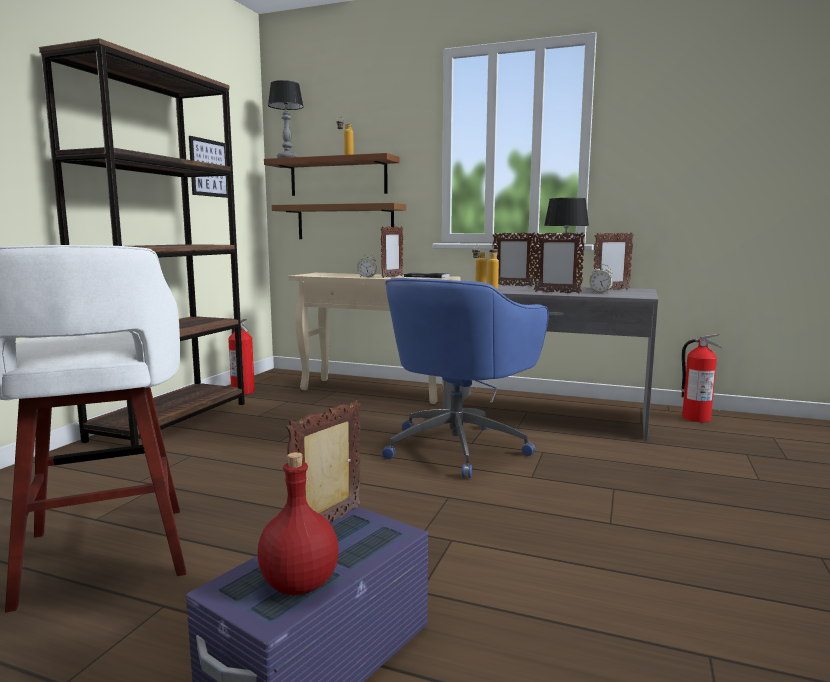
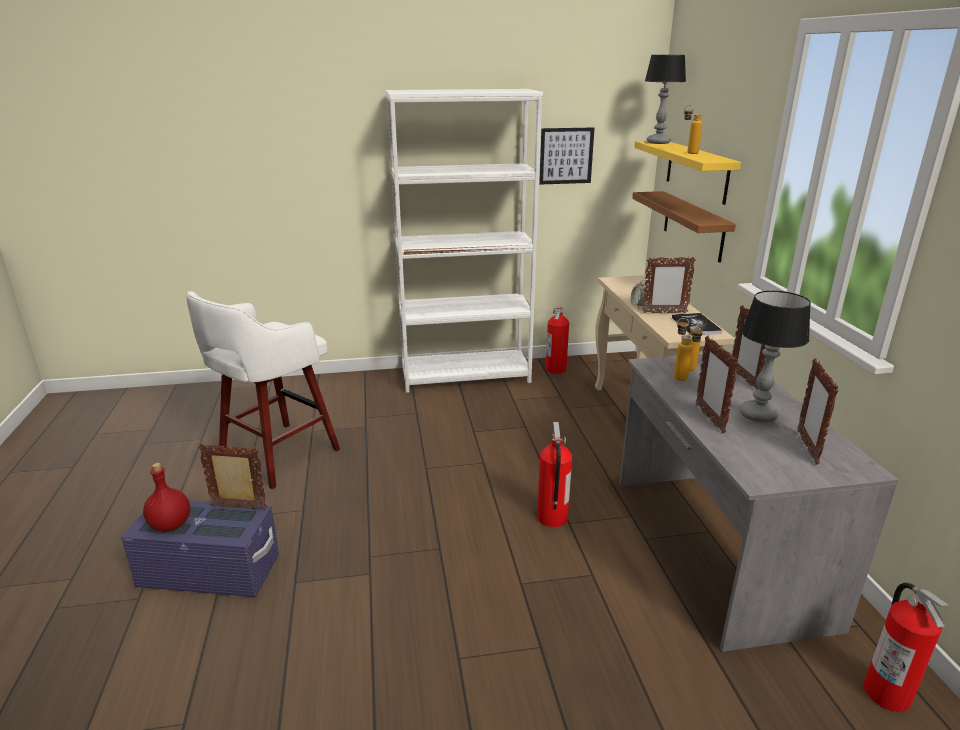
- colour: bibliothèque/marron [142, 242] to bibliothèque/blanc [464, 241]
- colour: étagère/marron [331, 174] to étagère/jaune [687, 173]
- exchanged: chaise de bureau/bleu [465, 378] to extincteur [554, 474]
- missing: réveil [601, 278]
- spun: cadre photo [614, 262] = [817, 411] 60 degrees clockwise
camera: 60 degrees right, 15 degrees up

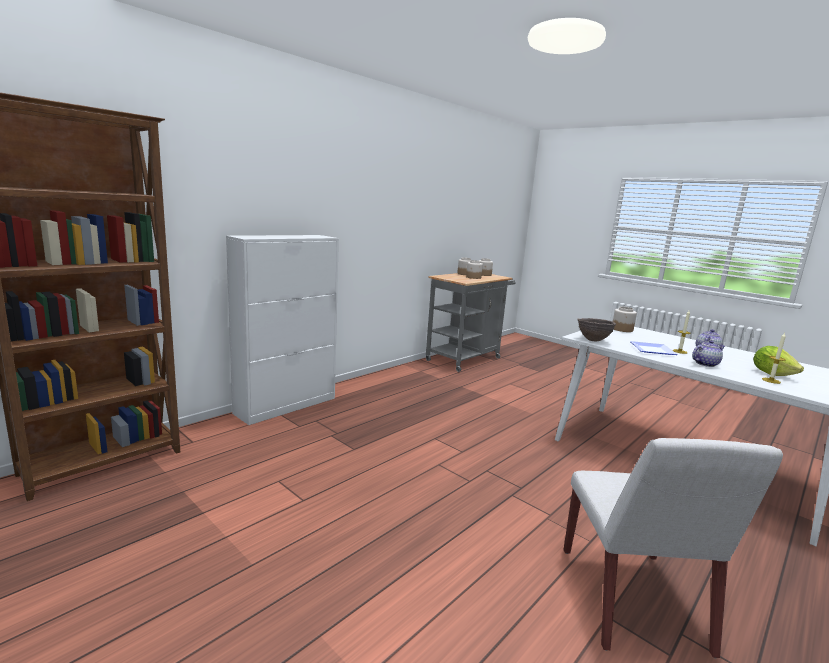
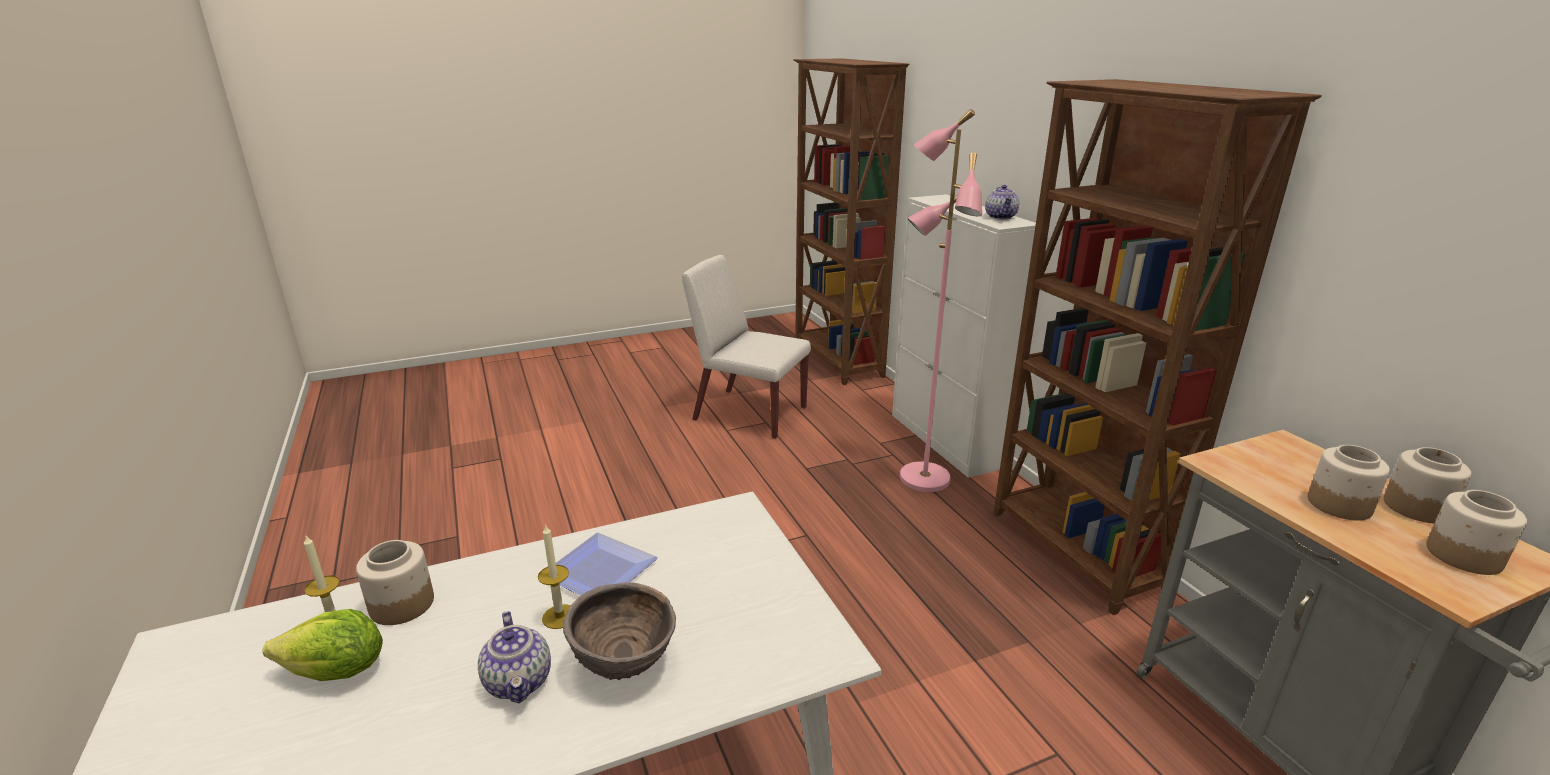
- relocated: chaise/blanc [673, 548] to [746, 347]
- relocated: bol/marron [596, 330] to [619, 631]
- relocated: bocal [625, 319] to [395, 582]
- relocated: théière [708, 353] to [1002, 202]
- appeared: lampadaire/rose [941, 300]
- appeared: bibliothèque/marron [1157, 347]
camera: 115 degrees right, 10 degrees up

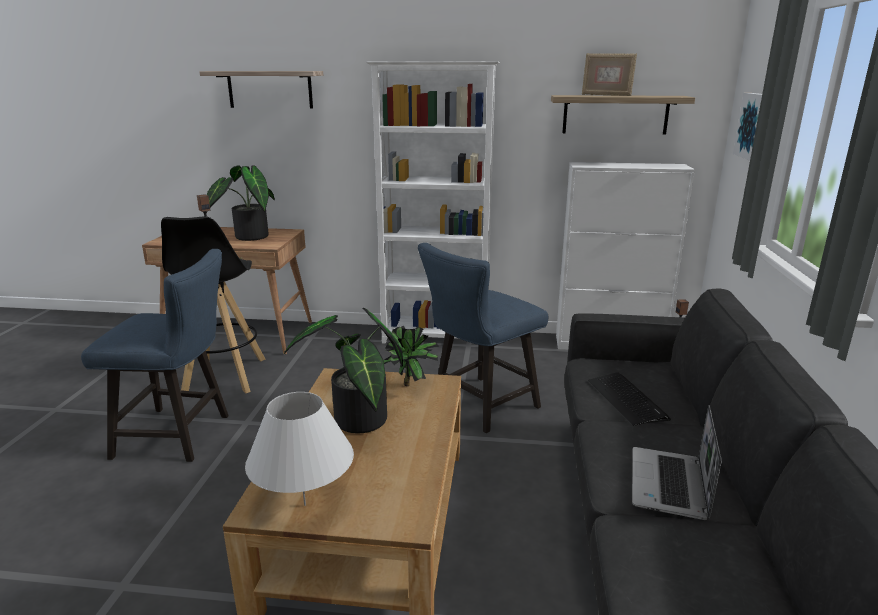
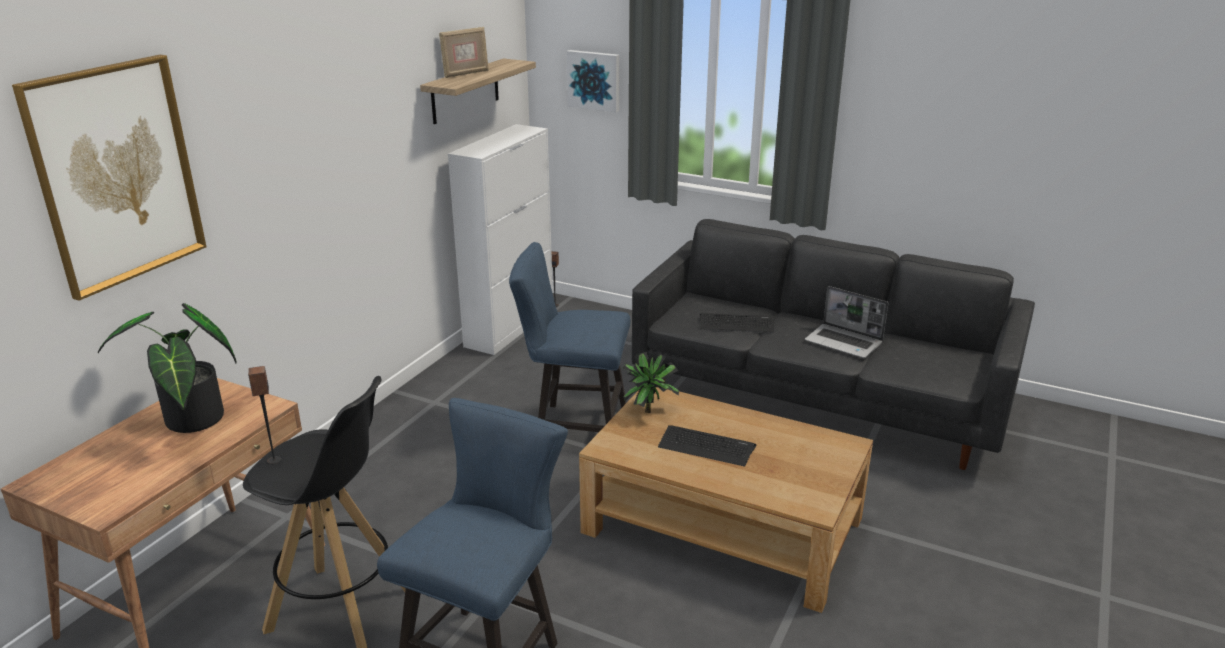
- exchanged: étagère [261, 89] to tableau [109, 178]
- missing: lampe de table/blanc [299, 449]
- exchanged: plante en pot [343, 370] to clavier [707, 446]
- missing: bibliothèque/blanc [433, 202]
- spun: chaise/bleu [483, 338] = [569, 337] 120 degrees clockwise
camera: 70 degrees left, 5 degrees up

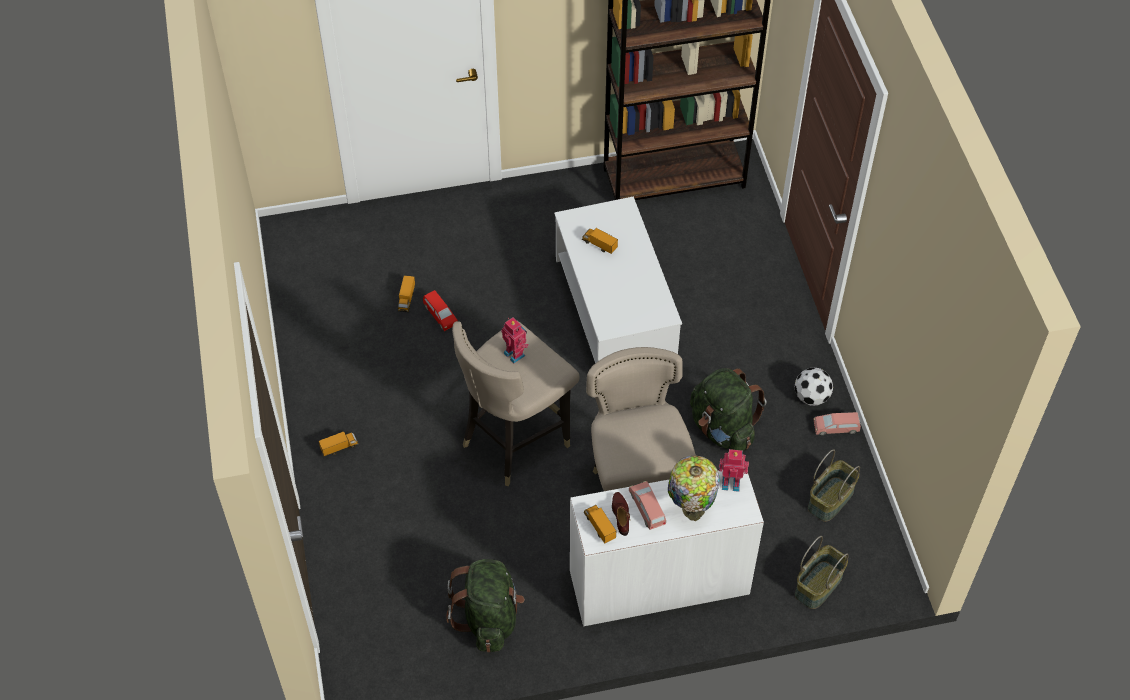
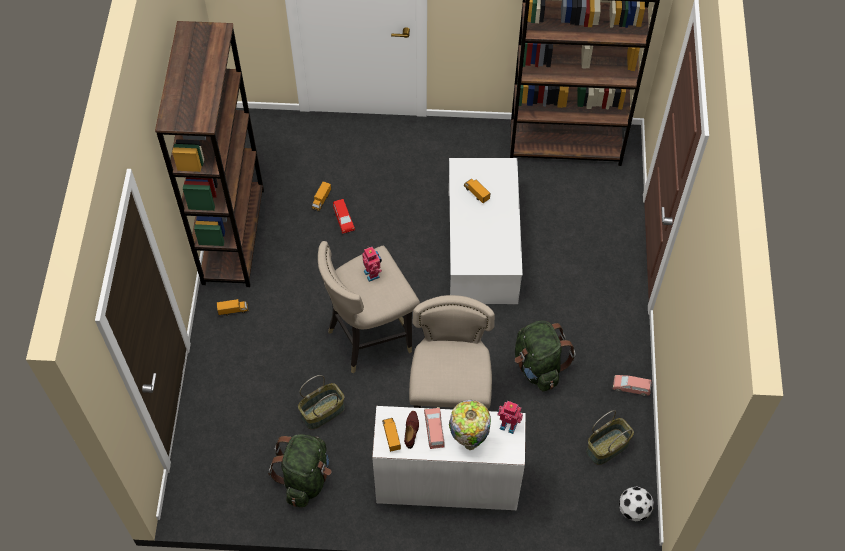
- relocated: ballon de foot [814, 387] to [636, 504]
- relocated: panier [822, 572] to [321, 402]
- appeared: bibliothèque/marron [209, 154]
camera: 15 degrees right, 5 degrees up

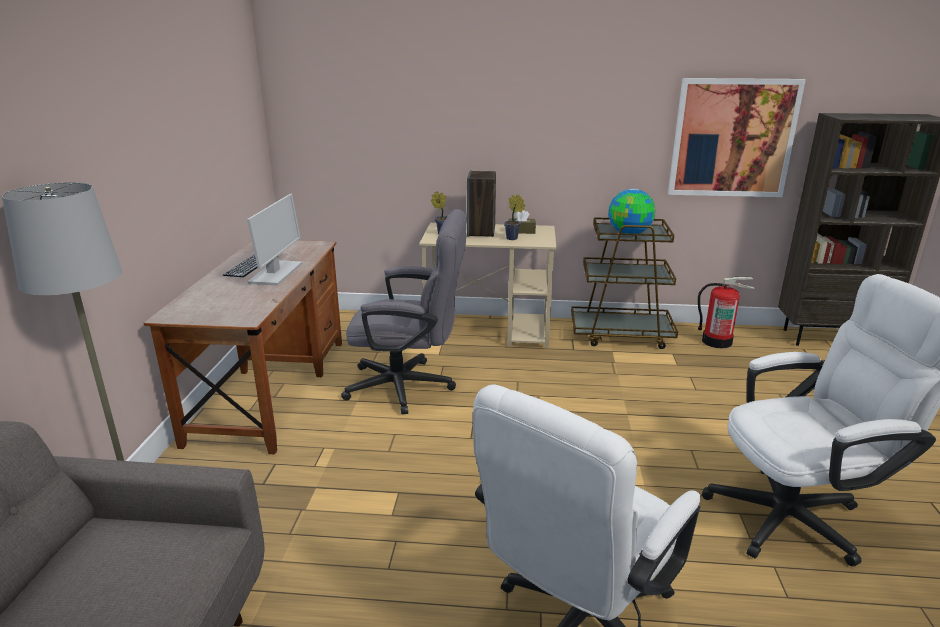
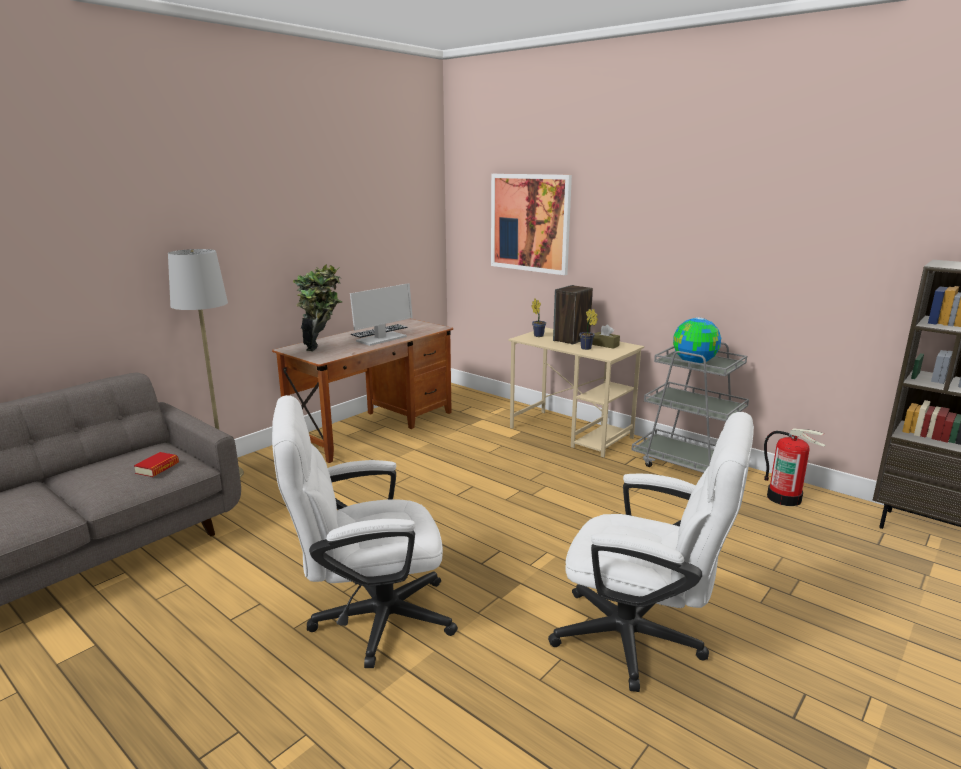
- missing: chaise de bureau/gris [404, 311]
- colour: chariot/marron [624, 283] to chariot/gris [690, 407]
- relocated: tableau [737, 137] to [531, 224]
- appeared: livre [156, 464]
- appeared: plante en pot [317, 307]
camera: 35 degrees right, 5 degrees down

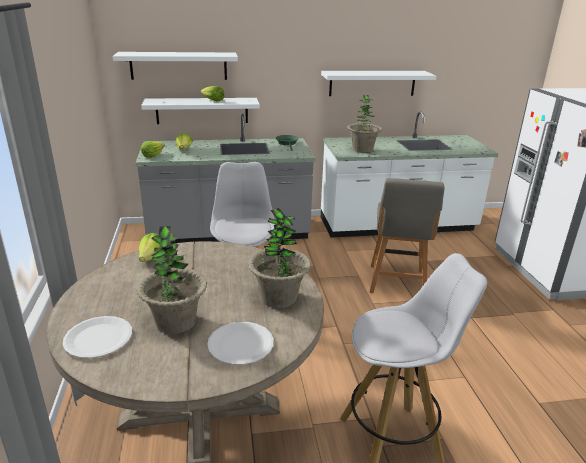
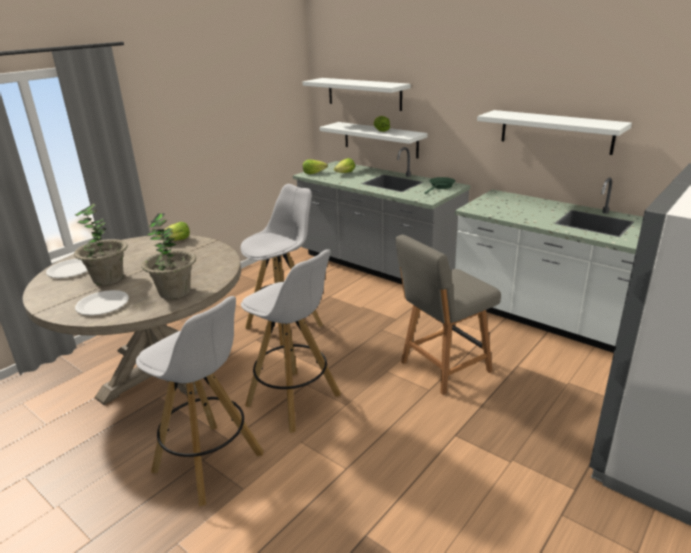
- missing: plante en pot [364, 124]
- appeared: tabouret/blanc [291, 341]
camera: 50 degrees right, 0 degrees up

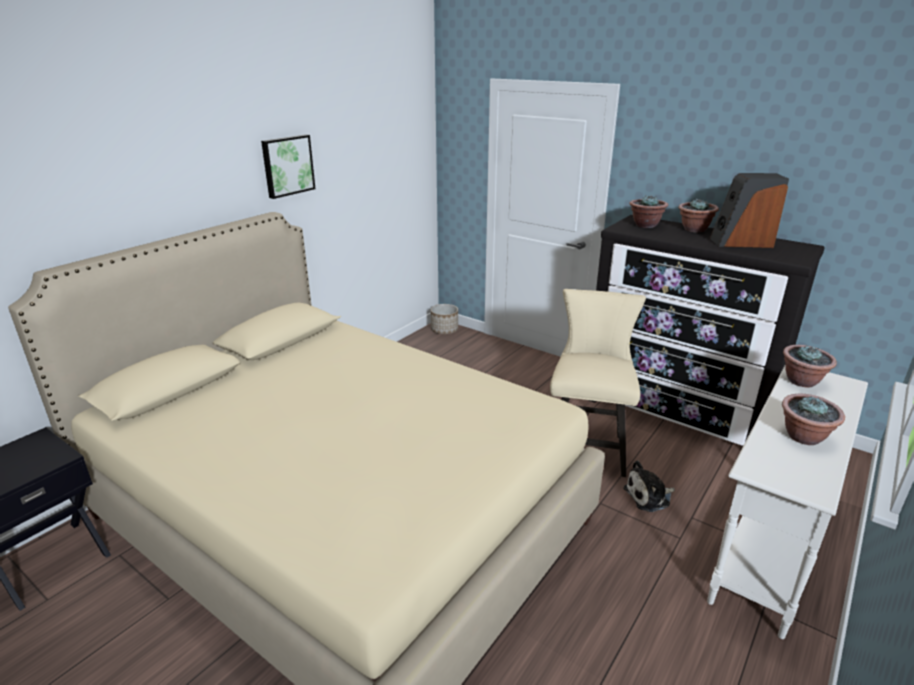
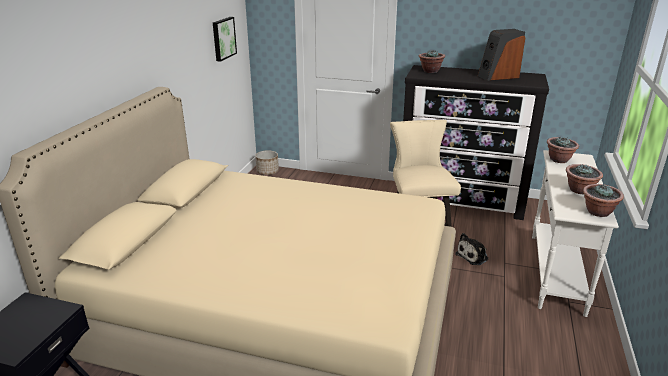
- relocated: tableau [288, 166] to [225, 39]
- relocated: plante en pot [698, 215] to [603, 200]
camera: 20 degrees left, 0 degrees up

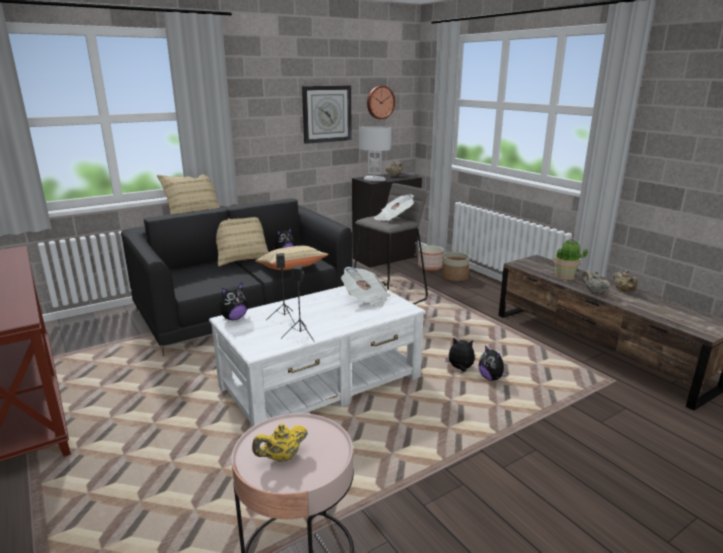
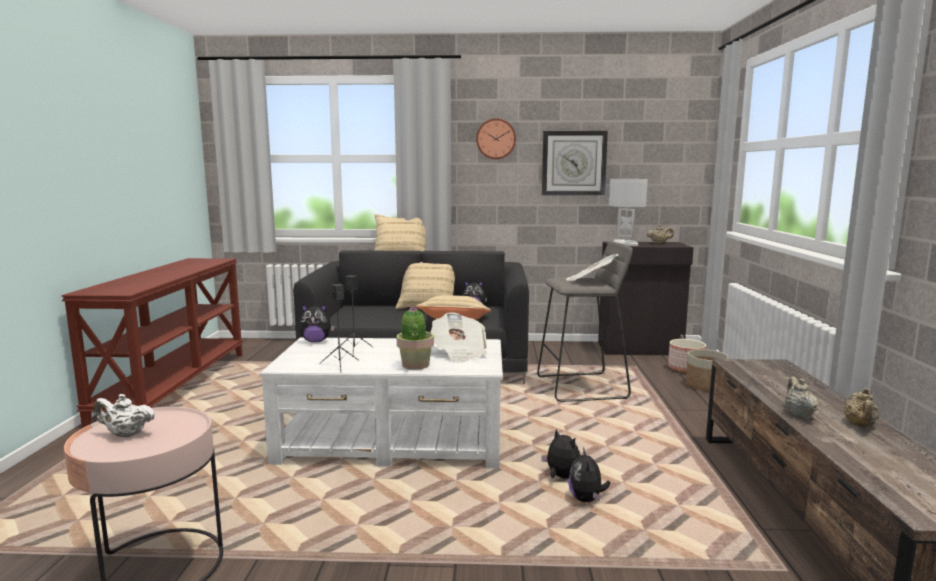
- colour: théière/jaune [280, 443] to théière/blanc [124, 415]
- relocated: horloge murale [381, 102] to [496, 138]
- relocated: plante en pot [570, 259] to [415, 338]
camera: 35 degrees right, 10 degrees down

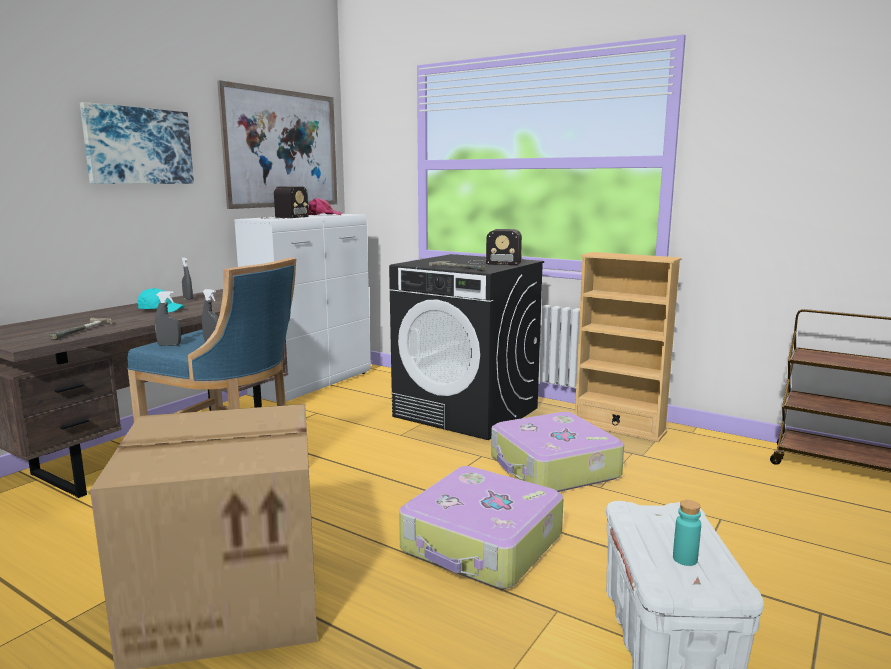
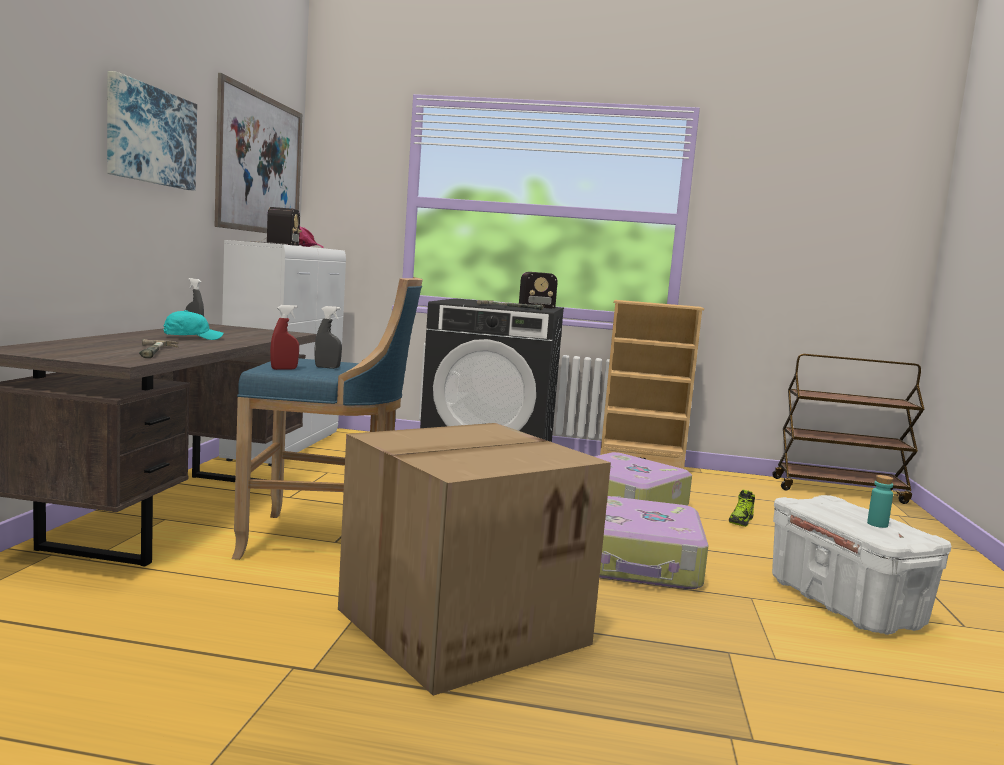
- colour: vaporisateur/gris [168, 318] to vaporisateur/rouge [284, 337]
- appeared: chaussure [742, 508]
camera: 25 degrees left, 5 degrees down

